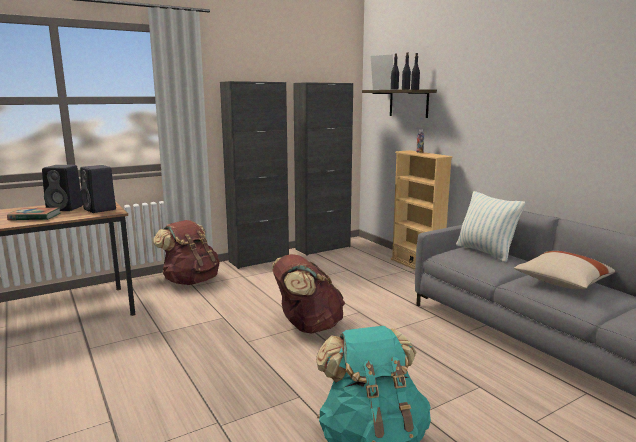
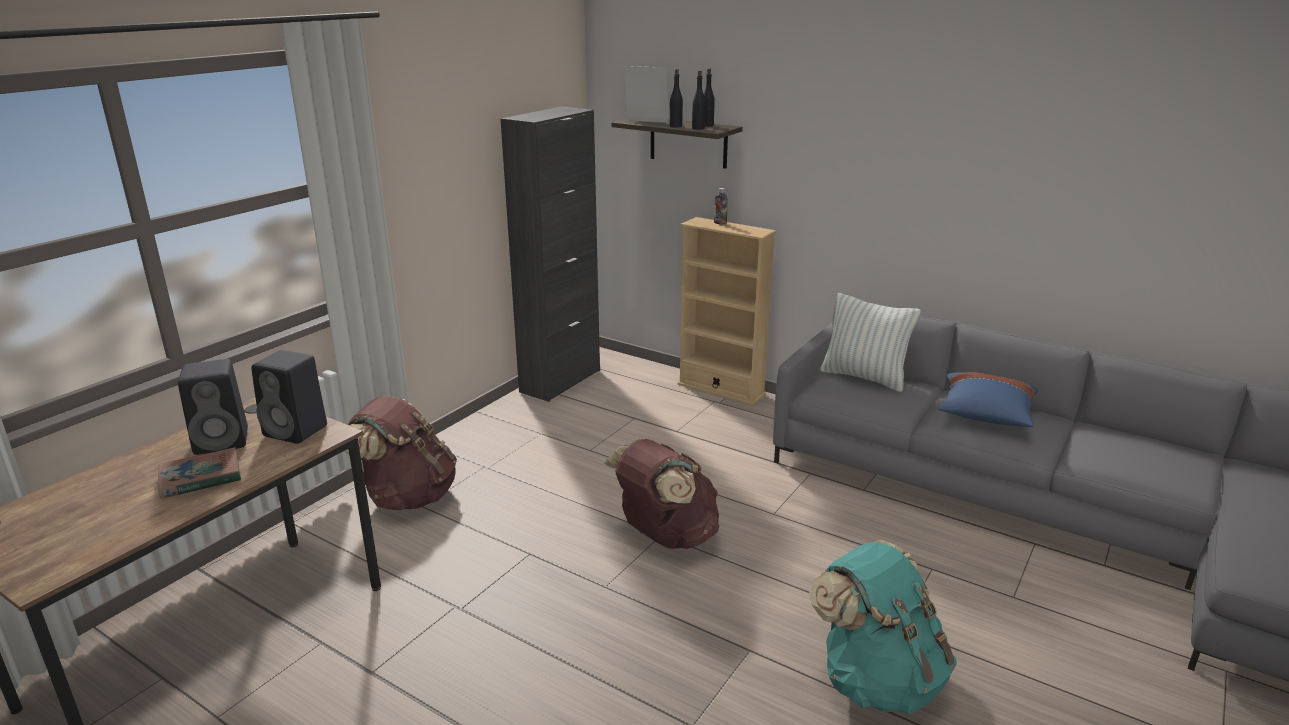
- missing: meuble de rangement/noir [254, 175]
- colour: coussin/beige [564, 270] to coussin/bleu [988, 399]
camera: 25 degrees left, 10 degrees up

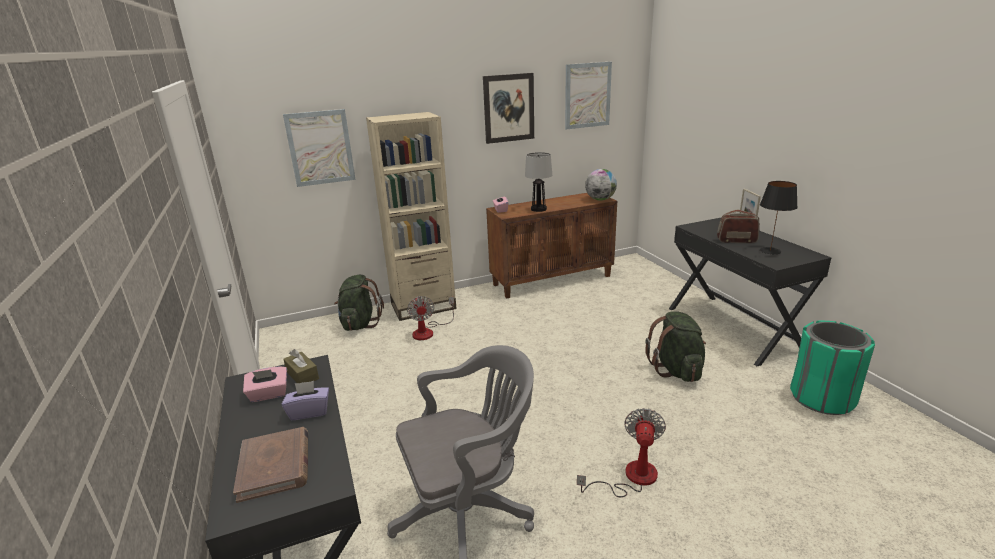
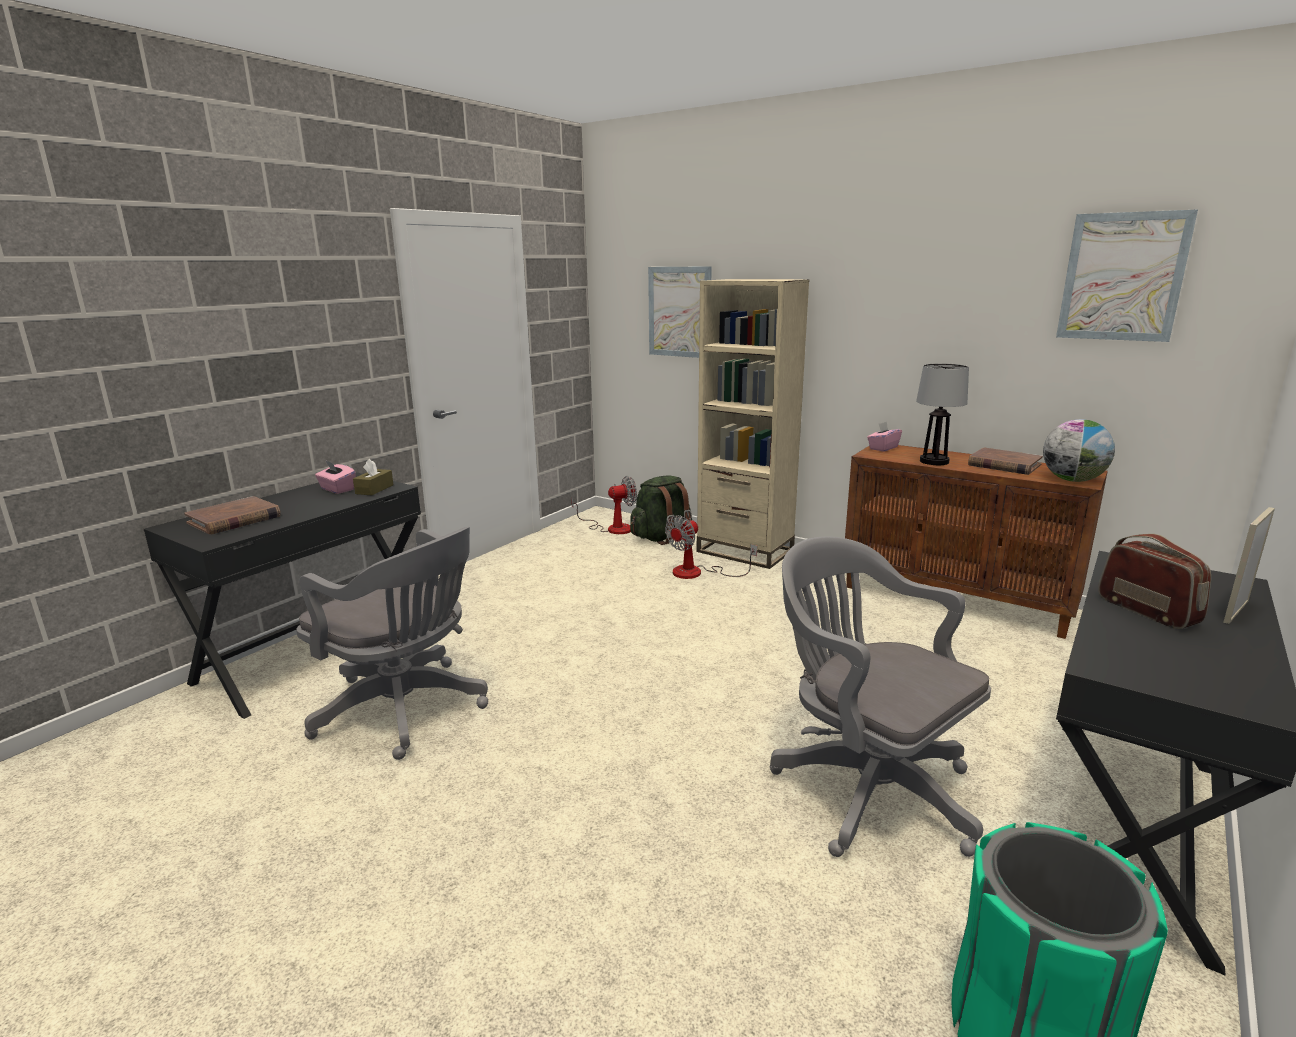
- missing: boîte à mouchoirs/violet [305, 400]
- missing: tableau [508, 108]
- relocated: ventilateur [621, 452] to [604, 505]
- exchanged: sac à dos/vert [675, 346] to chaise de bureau/gris [880, 696]
- missing: lampe de table/noir [779, 218]
- appeared: livre/marron [1005, 461]
camera: 55 degrees right, 5 degrees down

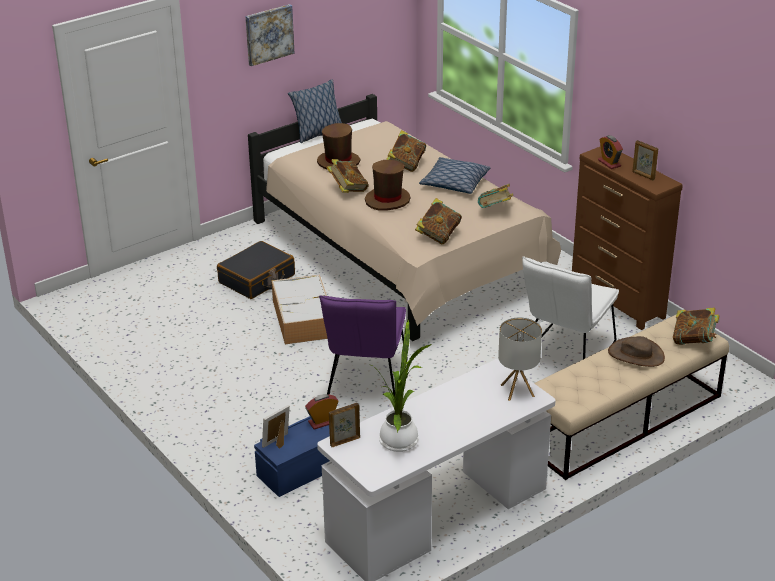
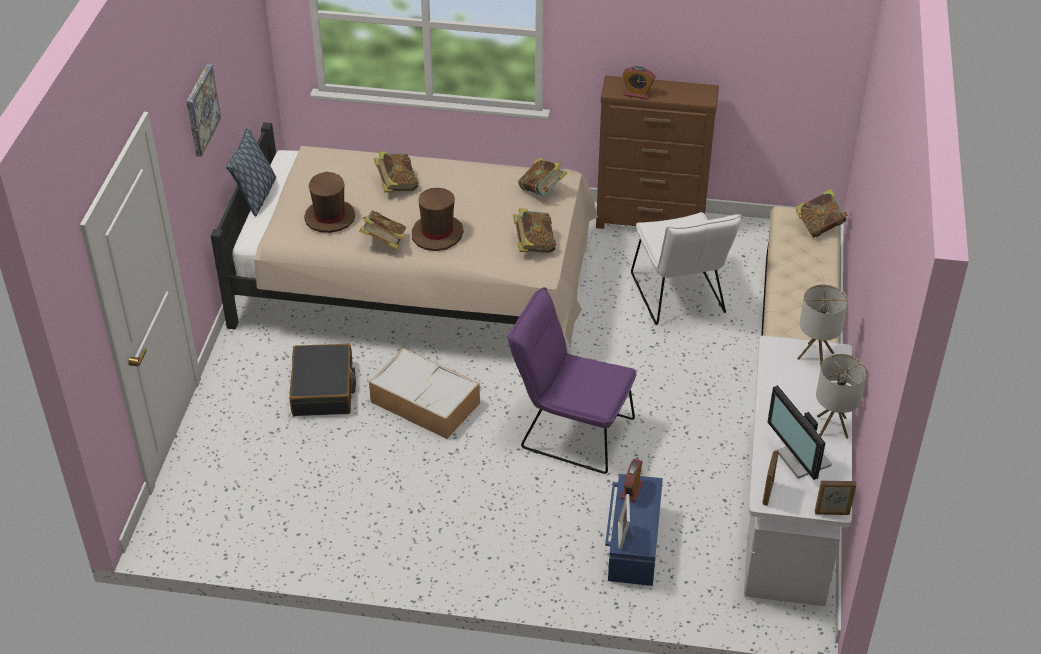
- spun: chaise/violet [363, 345] = [572, 380] 150 degrees clockwise
- exchanged: plante en pot [401, 386] to écran d'ordinateur [799, 432]
- missing: coussin [454, 175]
- missing: chapeau/marron [636, 351]
- relocated: cadre photo [645, 160] to [836, 498]
- appeared: lampe de table [841, 396]
camera: 45 degrees left, 10 degrees up

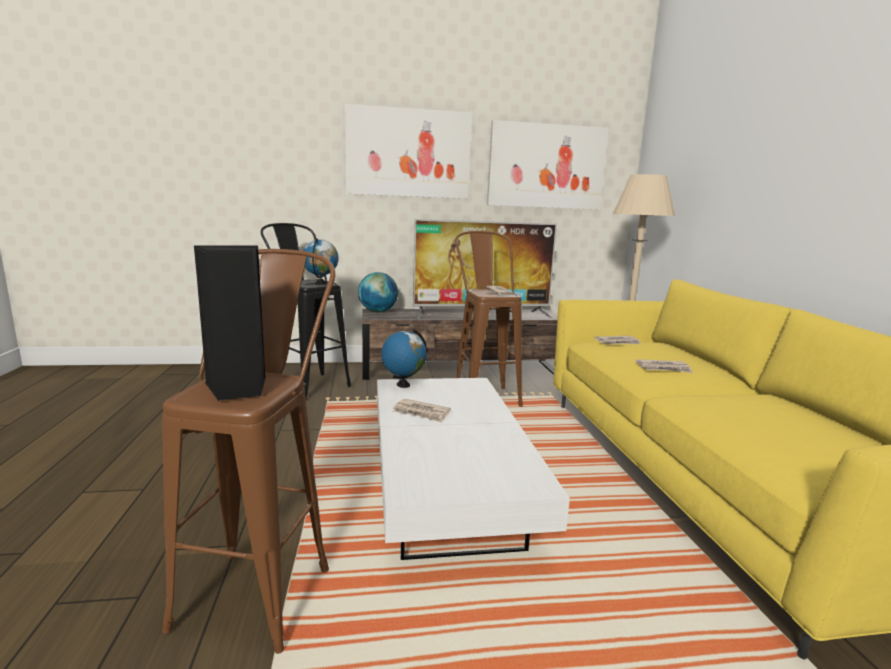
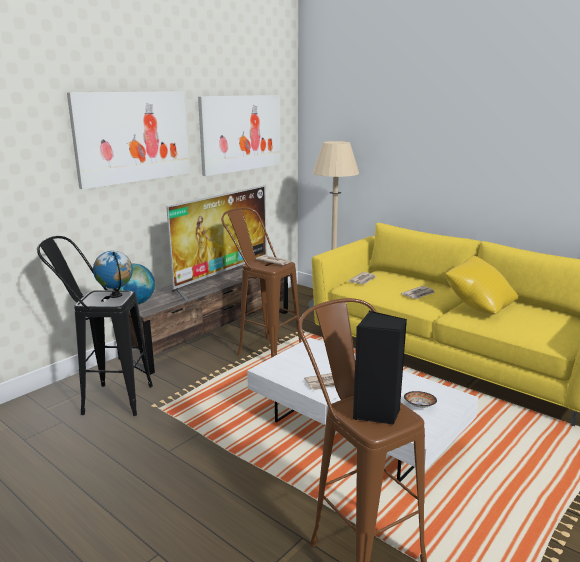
- missing: globe [404, 358]
- appeared: bol [420, 399]
- appeared: coussin/jaune [482, 285]
camera: 40 degrees left, 5 degrees up

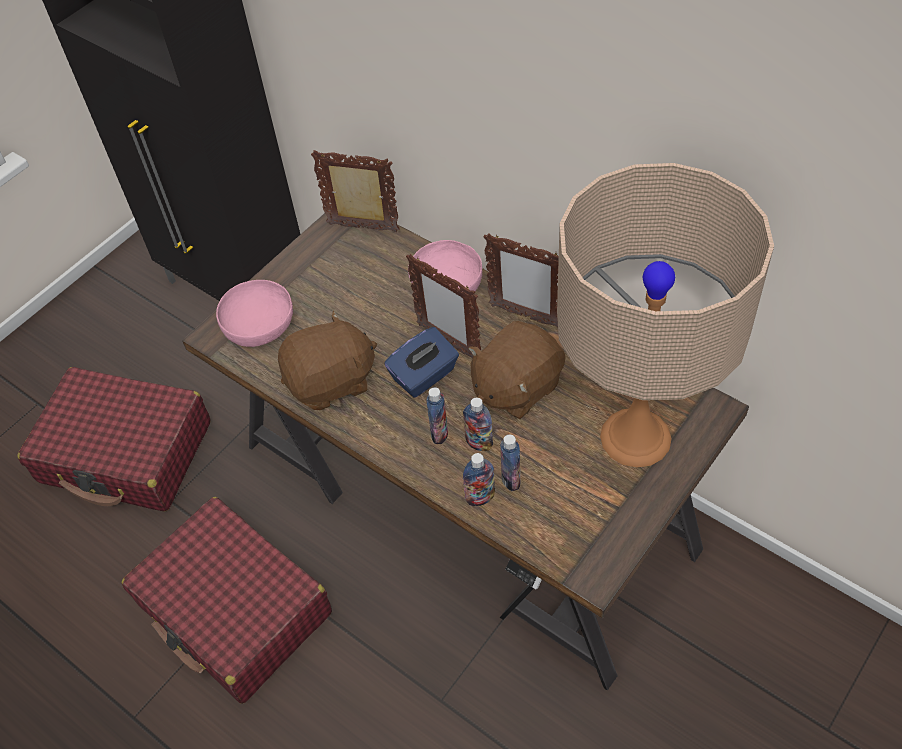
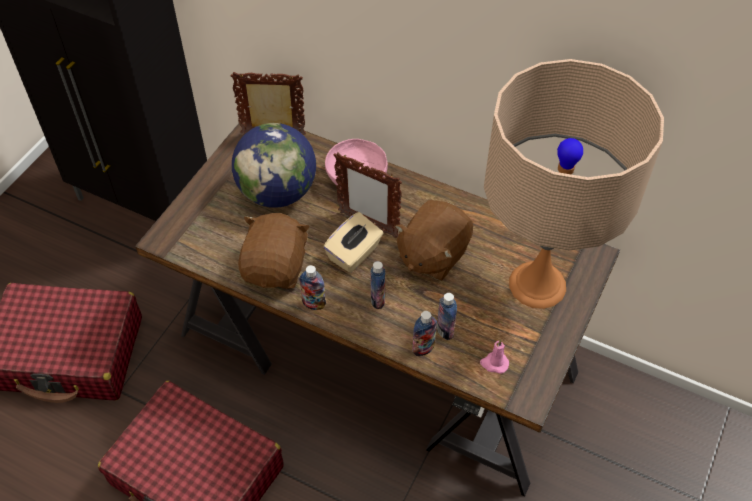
- missing: bol/rose [254, 313]
- spun: peluche/marron [327, 361] = [274, 251] 45 degrees counterclockwise
- colour: boîte à mouchoirs/bleu [421, 362] to boîte à mouchoirs/beige [353, 242]
- relocated: bouteille [478, 424] to [312, 287]
- missing: cadre photo [521, 280]
- appeared: globe [274, 165]
- appeared: bougie/rose [494, 356]
camera: 15 degrees left, 0 degrees up

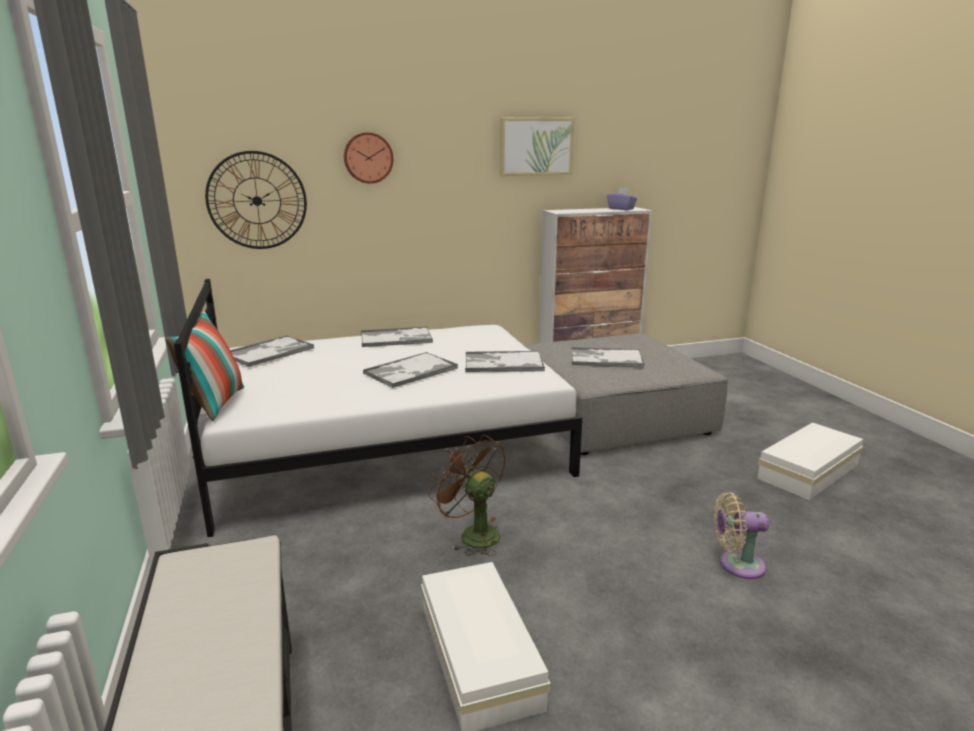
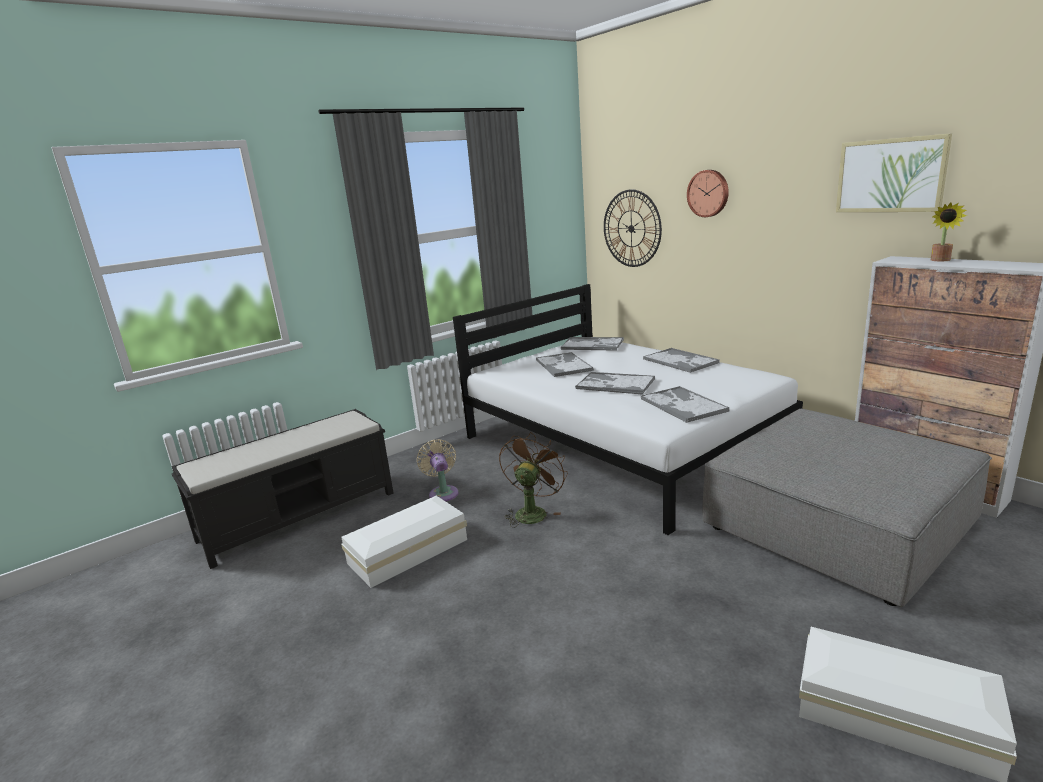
- missing: coussin [204, 366]
- relocated: plateau [608, 357] to [565, 364]
- missing: boîte à mouchoirs/violet [622, 199]
- relocated: ventilateur/beige [741, 535] to [437, 470]
- appeared: plante en pot [949, 232]
camera: 70 degrees right, 0 degrees up

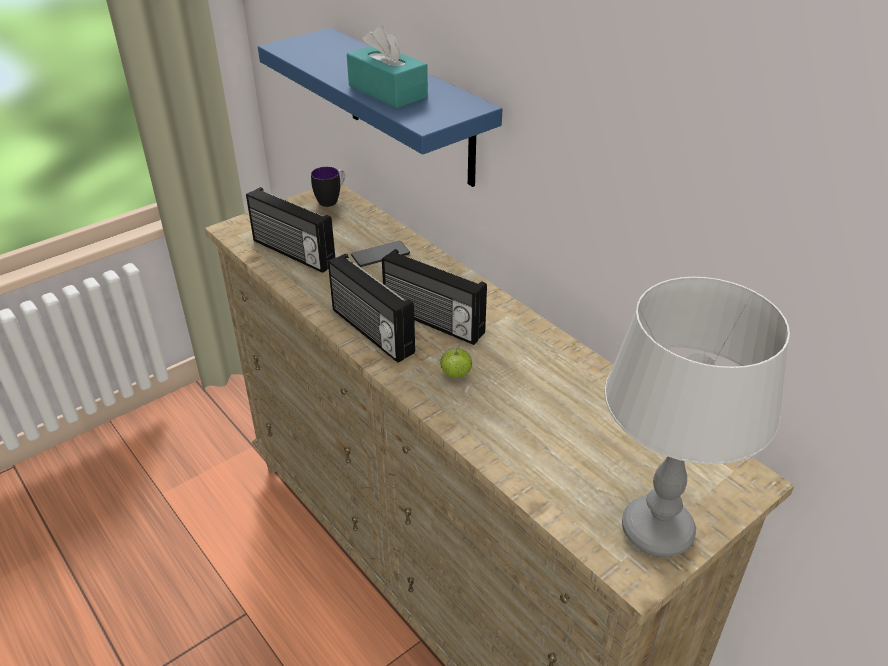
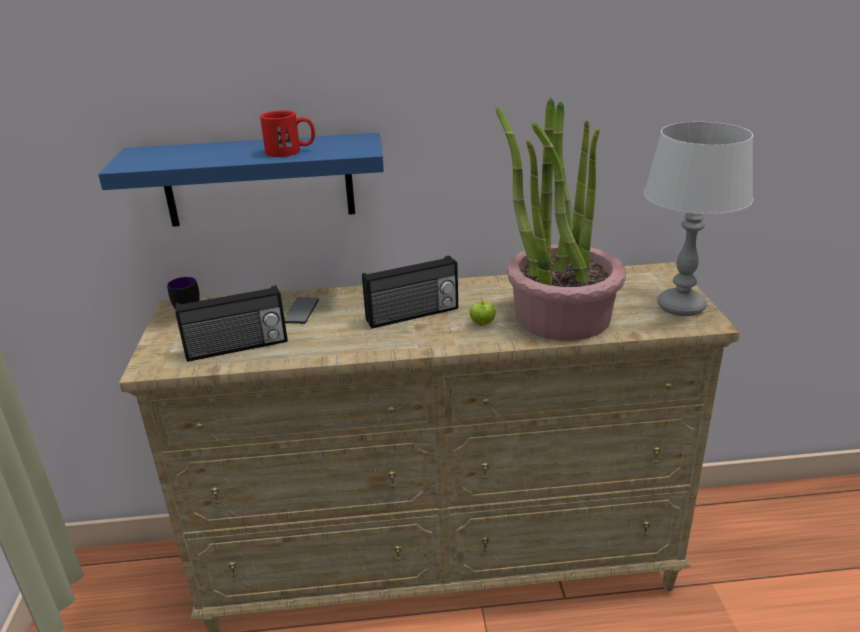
- missing: radio [371, 308]
- exchanged: boîte à mouchoirs/turquoise [387, 66] to mug/rouge [287, 133]
- appeared: plante en pot [561, 219]
camera: 55 degrees left, 10 degrees down

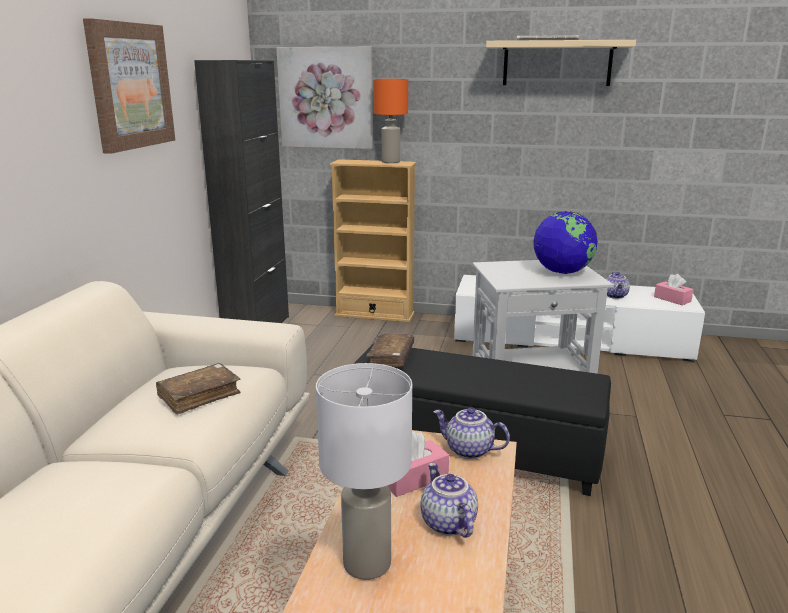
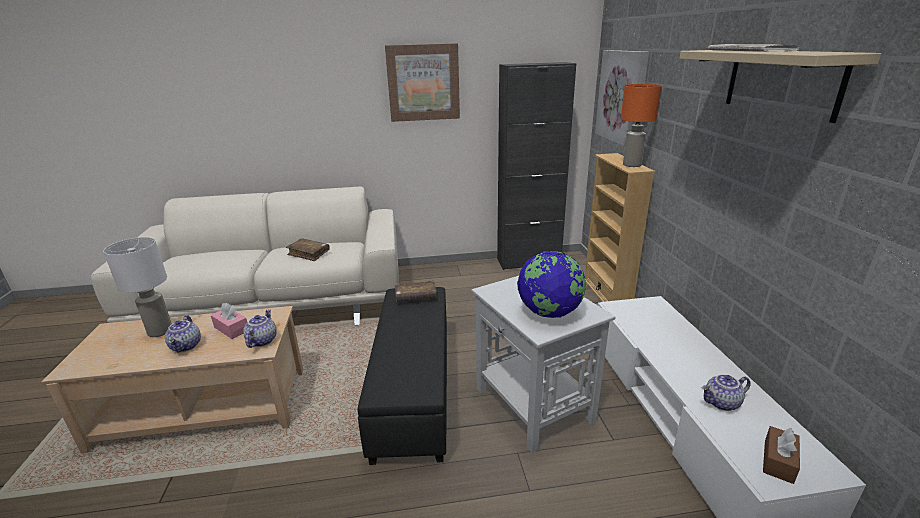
- spun: théière [449, 500] = [183, 334] 120 degrees clockwise
- colour: boîte à mouchoirs/rose [673, 289] to boîte à mouchoirs/marron [781, 455]
camera: 70 degrees right, 5 degrees up

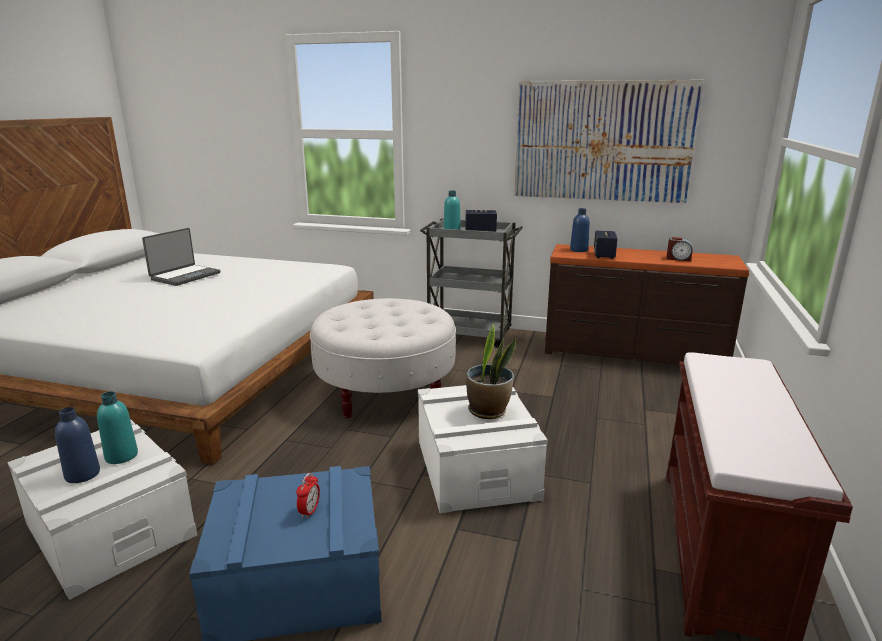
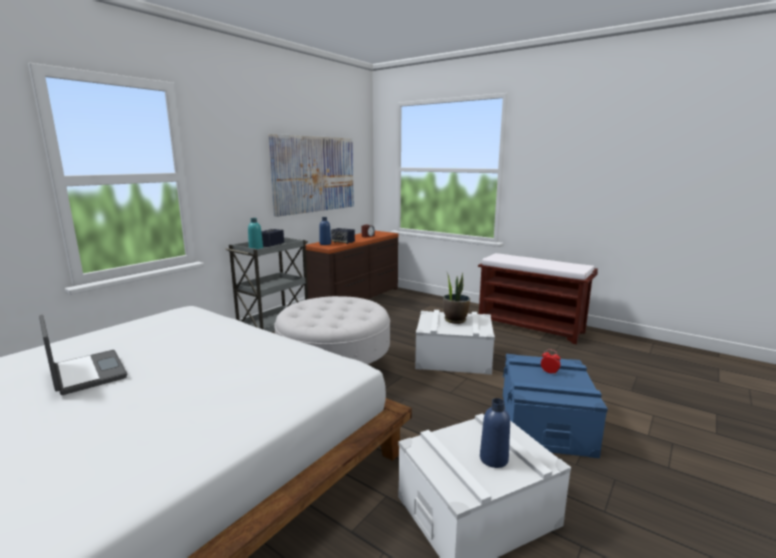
- missing: bouteille/turquoise [117, 427]
camera: 70 degrees left, 5 degrees down

